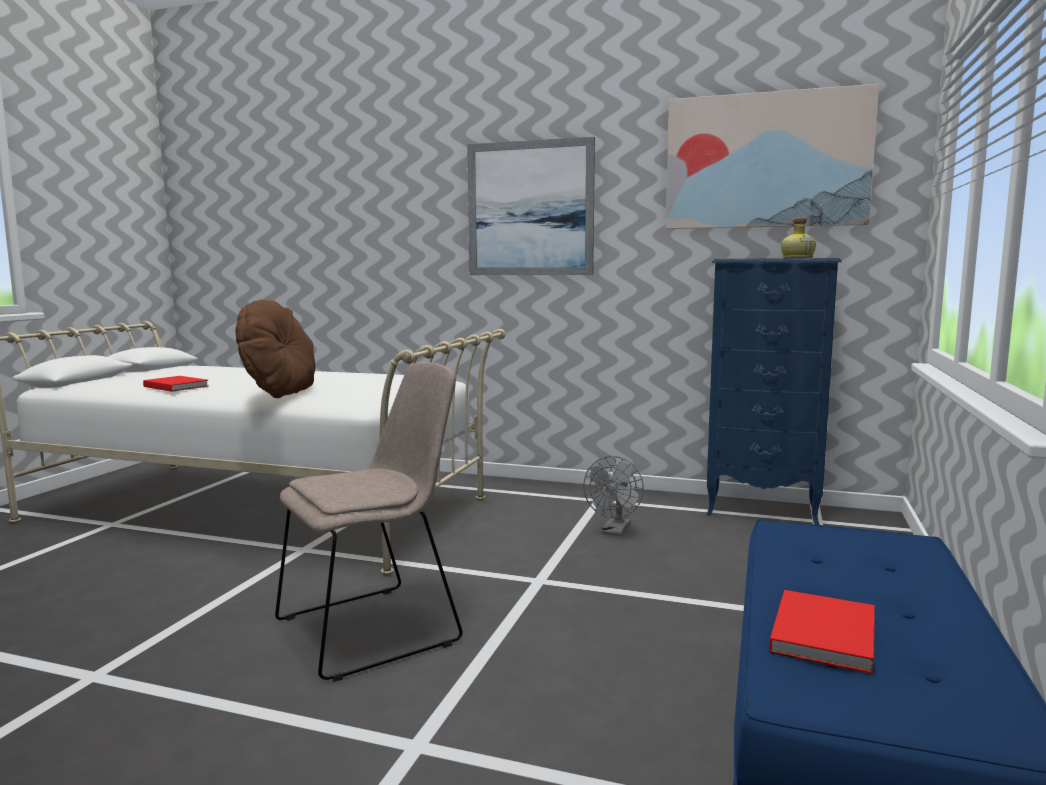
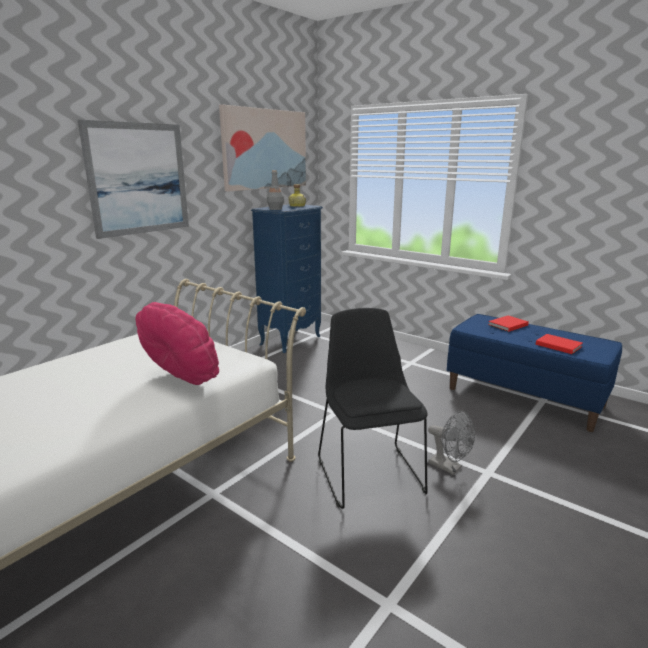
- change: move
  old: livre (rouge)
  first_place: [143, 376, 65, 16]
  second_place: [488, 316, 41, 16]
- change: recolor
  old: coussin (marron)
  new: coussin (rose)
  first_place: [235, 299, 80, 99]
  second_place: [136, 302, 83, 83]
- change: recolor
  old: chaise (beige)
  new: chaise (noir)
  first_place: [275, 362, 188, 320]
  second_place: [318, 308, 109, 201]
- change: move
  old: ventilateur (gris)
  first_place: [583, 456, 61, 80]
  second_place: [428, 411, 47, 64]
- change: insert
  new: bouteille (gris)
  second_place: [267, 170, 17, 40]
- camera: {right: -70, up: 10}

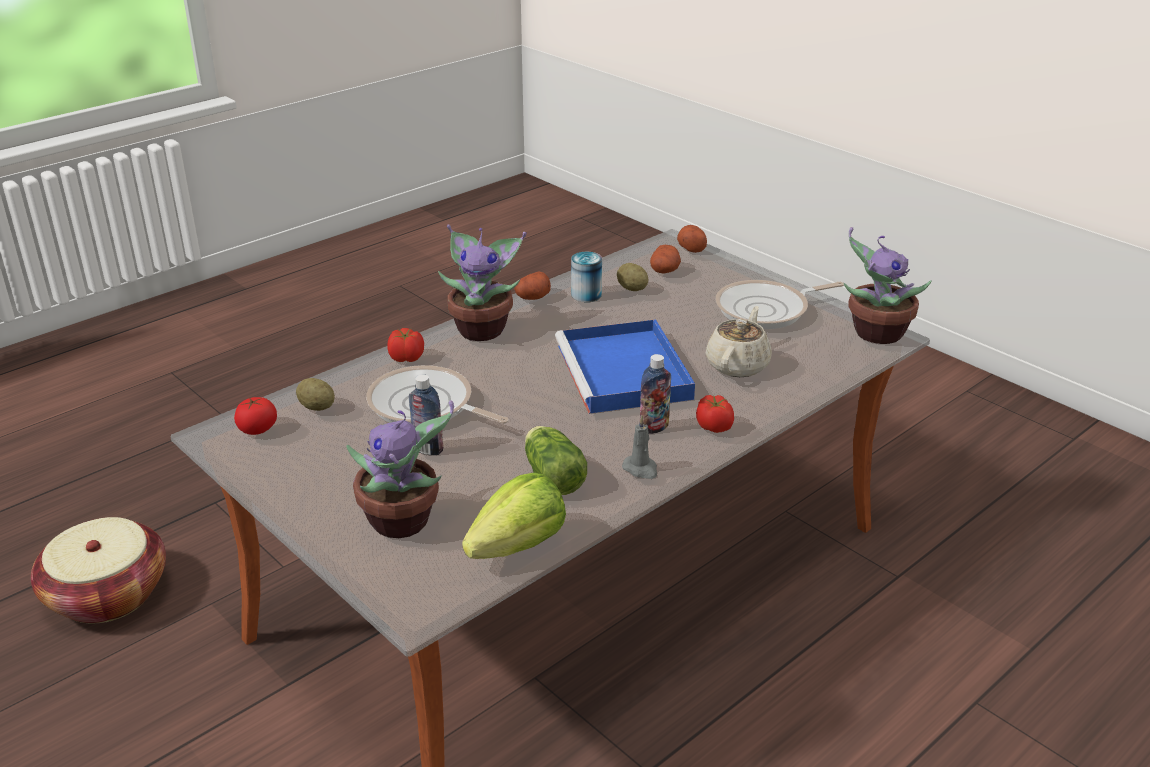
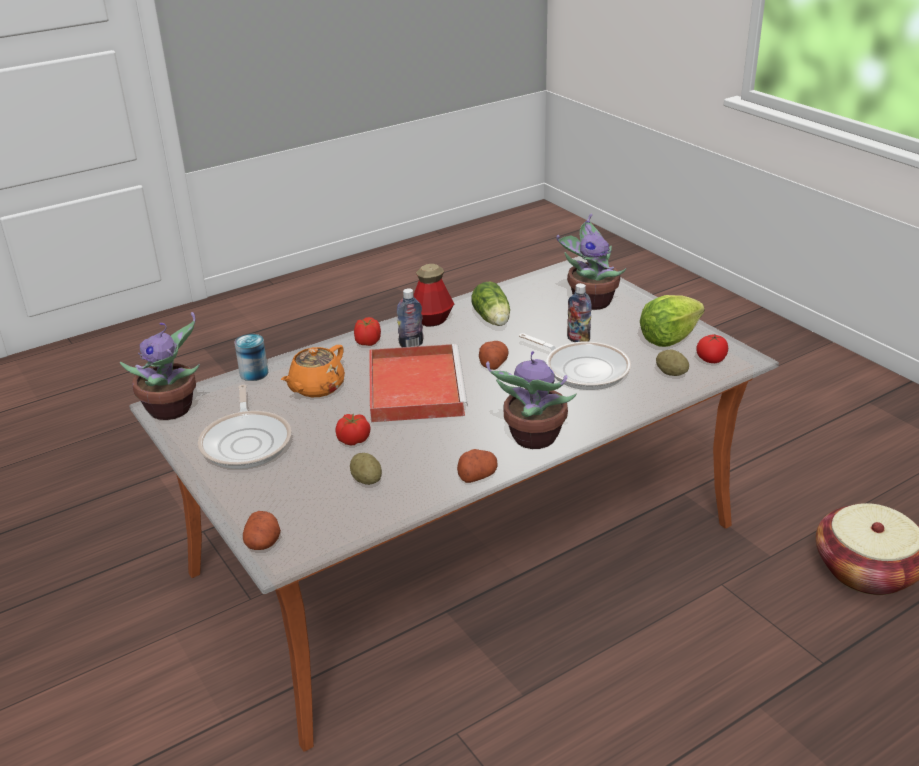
- change: move
  old: tomate
  first_place: [387, 328, 37, 34]
  second_place: [336, 413, 34, 32]
- change: move
  old: laitue
  first_place: [462, 473, 104, 86]
  second_place: [640, 295, 65, 52]
- change: recolor
  old: plateau (bleu)
  new: plateau (rouge)
  first_place: [555, 319, 140, 95]
  second_place: [369, 344, 99, 78]
- change: move
  old: boîte métallique
  first_place: [571, 252, 31, 50]
  second_place: [235, 334, 33, 47]
- change: replace
  old: bougie (gris)
  new: bouteille
  first_place: [622, 416, 35, 63]
  second_place: [414, 264, 40, 62]
- change: move
  old: pomme de terre
  first_place: [650, 245, 31, 29]
  second_place: [479, 341, 30, 29]
- change: recolor
  old: théière (beige)
  new: théière (orange)
  first_place: [705, 306, 67, 71]
  second_place: [281, 345, 64, 52]
- change: rotate
  old: poêle
  first_place: [716, 280, 128, 49]
  second_place: [198, 385, 94, 84]
  degrees: 90
- camera: {right: -170, up: 0}

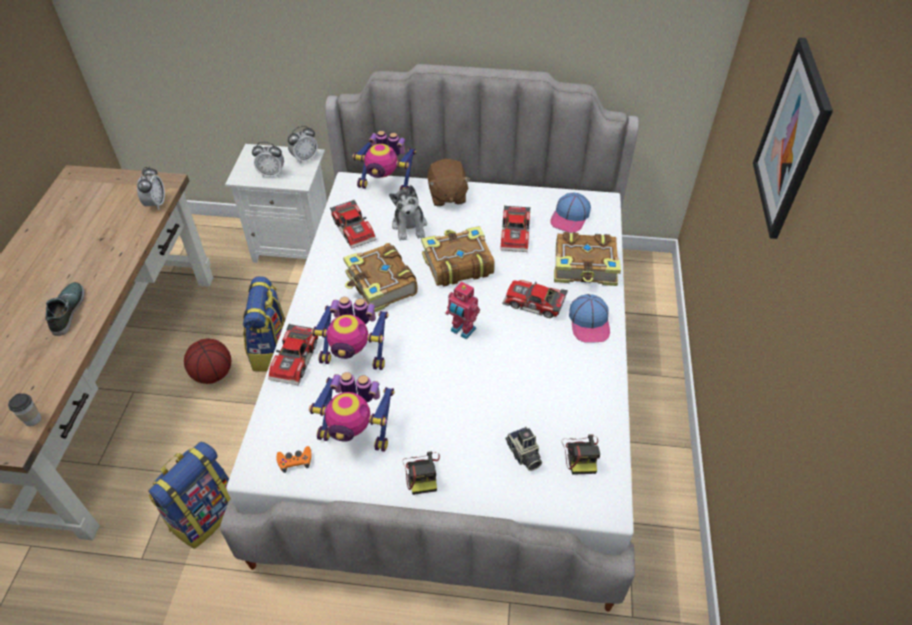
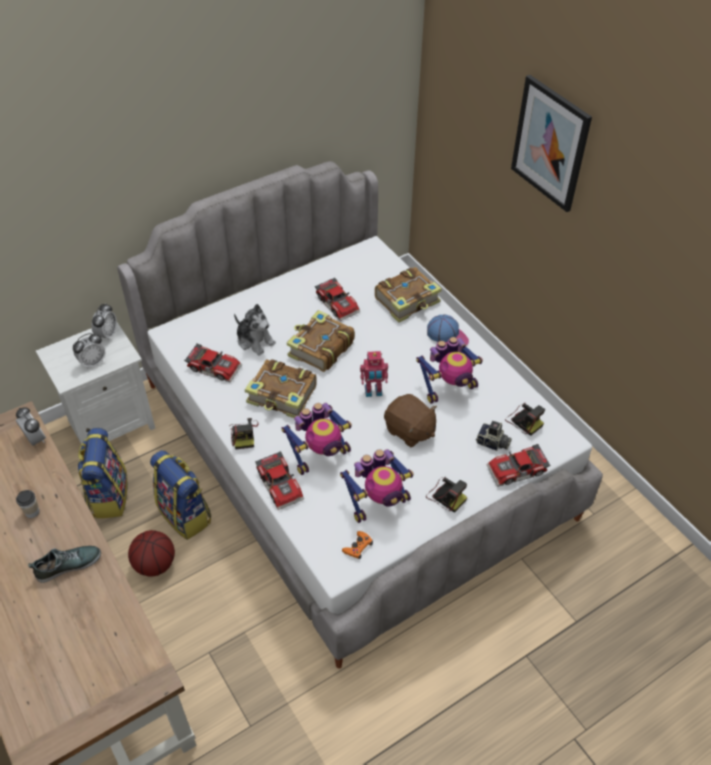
- change: move
  old: tasse
  first_place: [8, 393, 33, 33]
  second_place: [16, 490, 23, 28]
- change: rotate
  old: chaussure
  first_place: [45, 282, 40, 54]
  second_place: [28, 546, 73, 37]
  degrees: 105
- change: move
  old: sac à dos
  first_place: [148, 441, 83, 108]
  second_place: [78, 428, 49, 90]
- change: move
  old: robot jouet
  first_place: [353, 131, 63, 59]
  second_place: [416, 337, 67, 67]
- change: move
  old: peluche (marron)
  first_place: [428, 159, 43, 47]
  second_place: [384, 394, 53, 53]
- change: move
  old: petite voiture
  first_place: [502, 280, 66, 38]
  second_place: [486, 444, 65, 43]
- change: delete
  old: casquette
  first_place: [550, 193, 41, 40]
- change: insert
  new: appareil photo
  second_place: [229, 418, 30, 31]
- camera: {right: -40, up: 0}

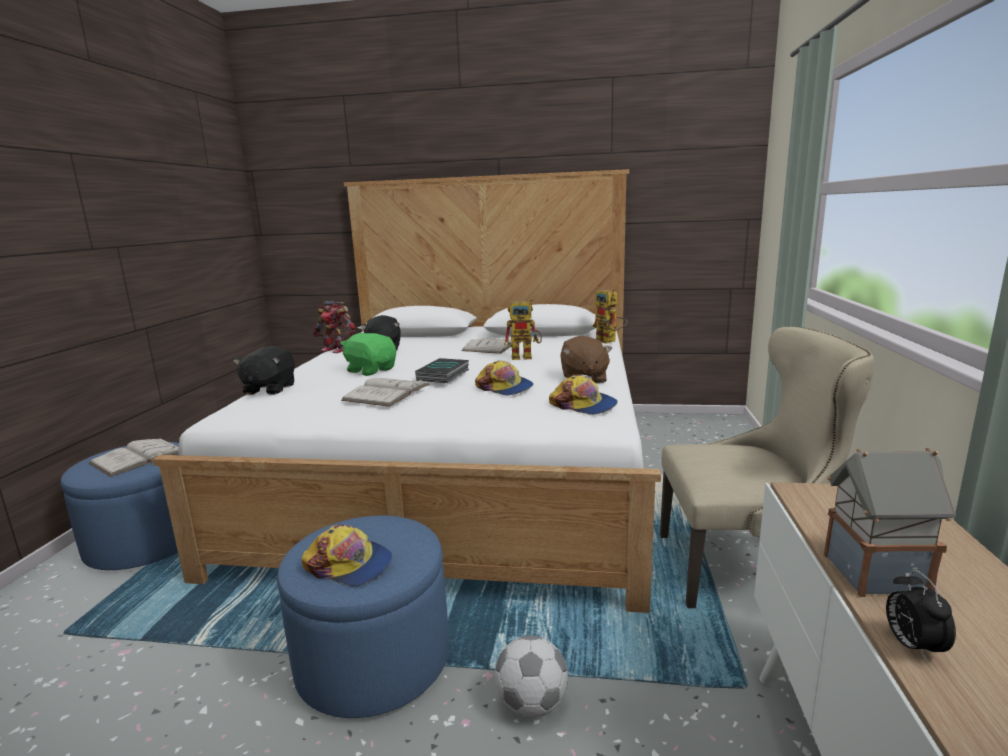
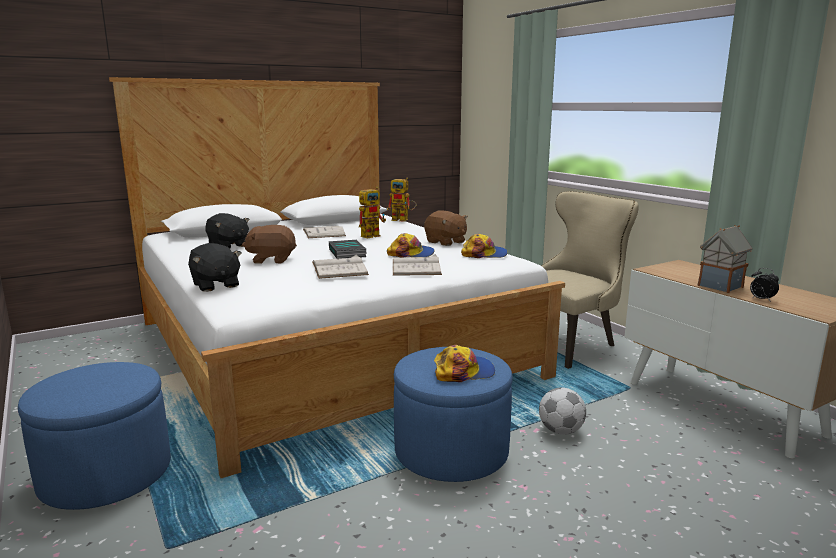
- change: move
  old: livre (blanc)
  first_place: [88, 439, 91, 38]
  second_place: [393, 254, 49, 22]
- change: delete
  old: robot jouet
  first_place: [312, 301, 44, 52]
- change: recolor
  old: peluche (vert)
  new: peluche (marron)
  first_place: [340, 333, 56, 43]
  second_place: [242, 225, 55, 38]
- camera: {right: -40, up: 0}

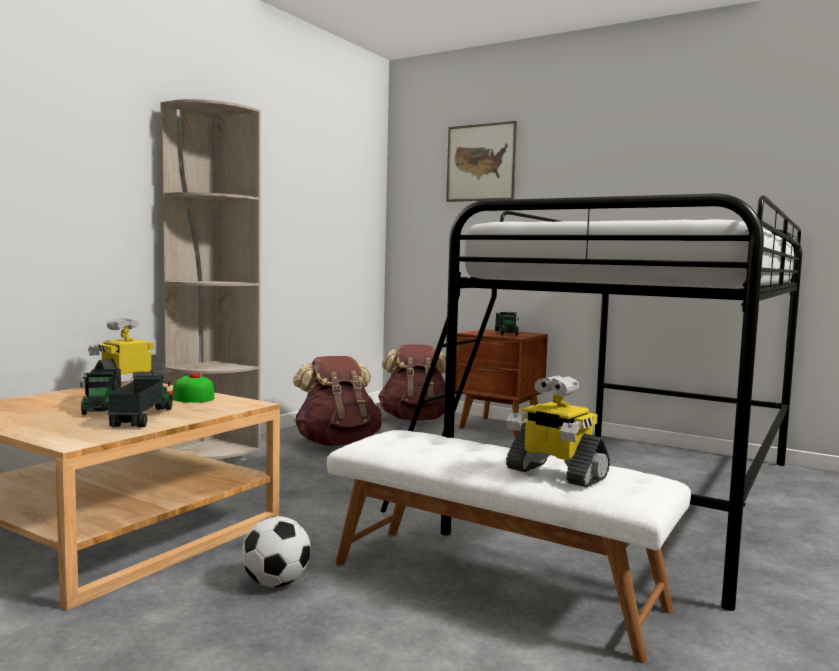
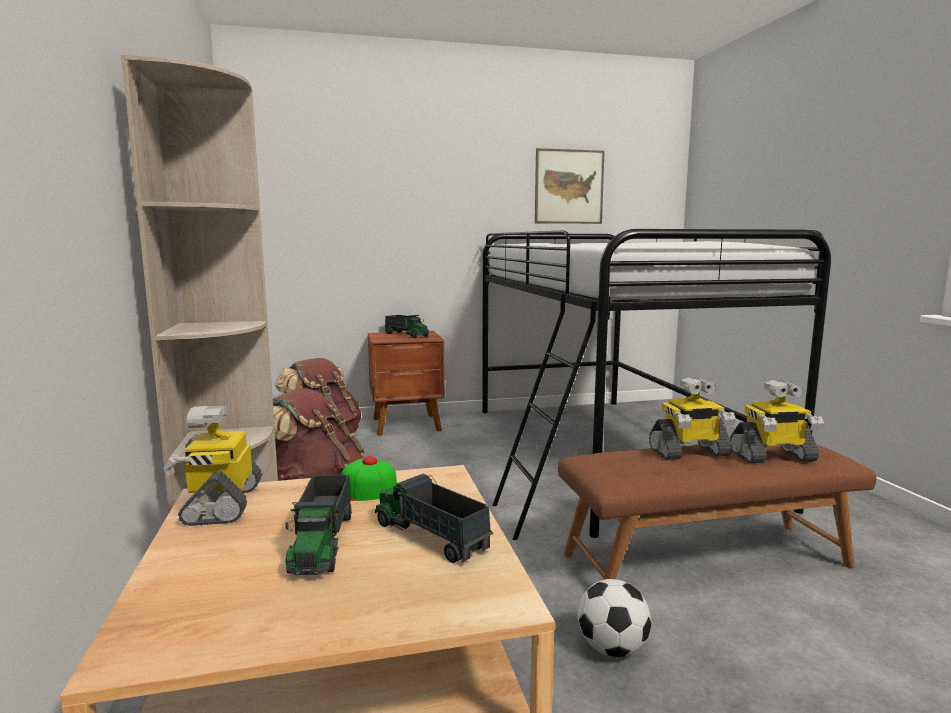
- change: rotate
  old: camion jouet
  first_place: [80, 369, 41, 46]
  second_place: [285, 475, 67, 100]
  degrees: 60
- change: recolor
  old: banc (blanc)
  new: banc (marron)
  first_place: [327, 430, 364, 233]
  second_place: [558, 444, 319, 136]
- change: move
  old: tableau
  first_place: [446, 121, 71, 81]
  second_place: [535, 148, 70, 76]
- change: insert
  new: robot jouet
  second_place: [649, 377, 87, 82]
- camera: {right: -45, up: 5}

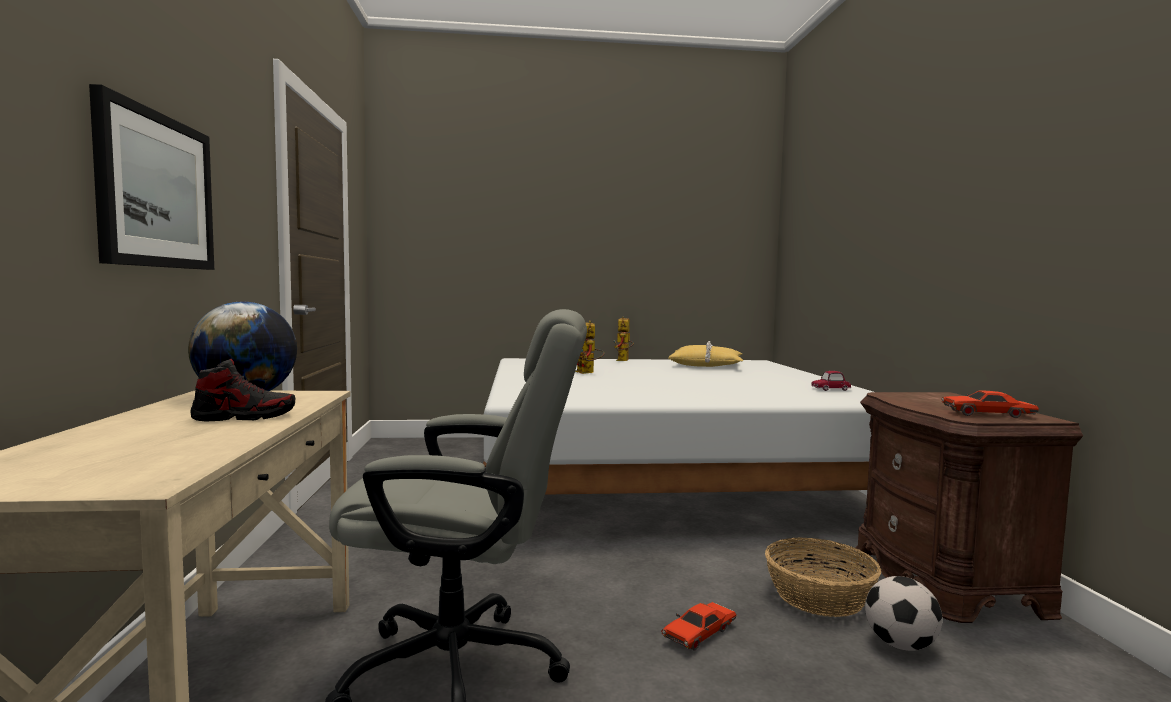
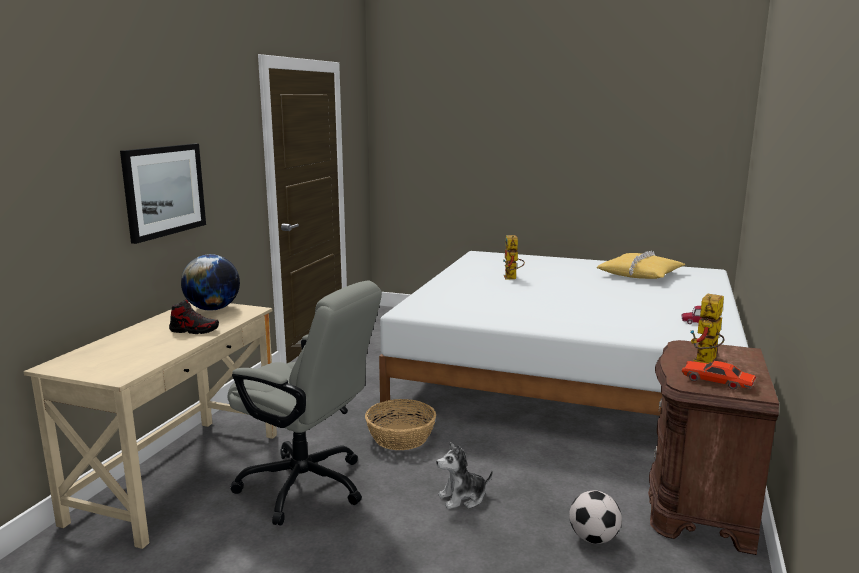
- change: move
  old: robot jouet
  first_place: [613, 317, 21, 44]
  second_place: [690, 294, 35, 70]
- change: replace
  old: petite voiture (rouge)
  new: peluche
  first_place: [661, 602, 76, 49]
  second_place: [436, 442, 57, 67]
- change: move
  old: panier
  first_place: [765, 537, 116, 80]
  second_place: [365, 399, 71, 51]
- camera: {right: 25, up: 10}

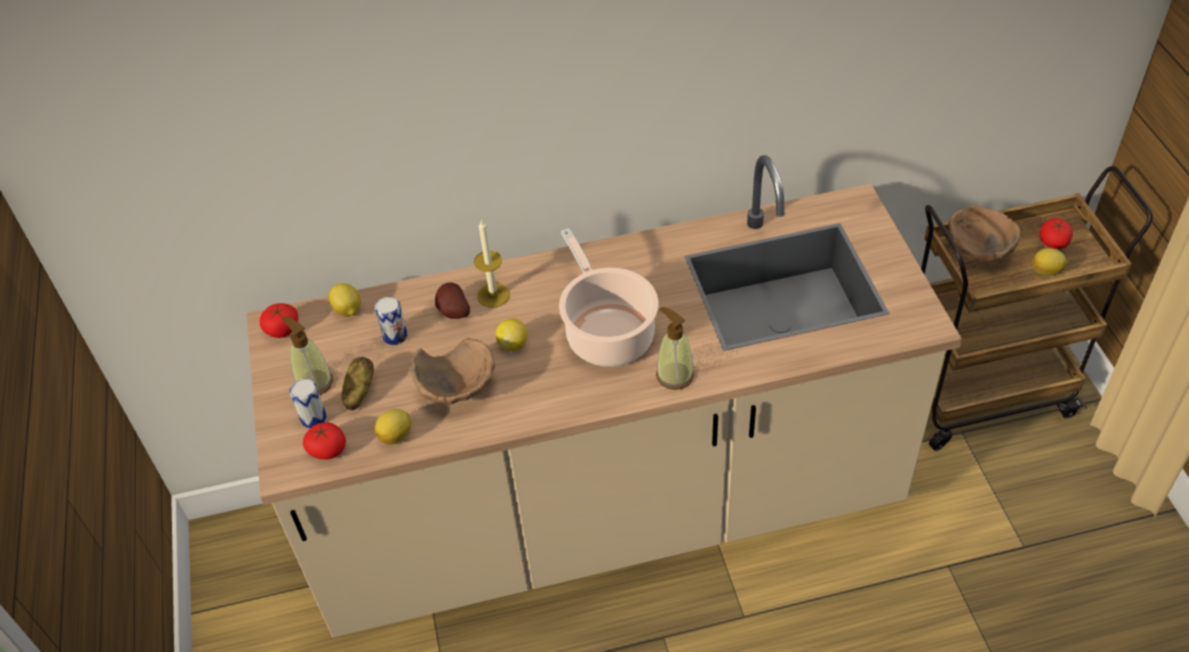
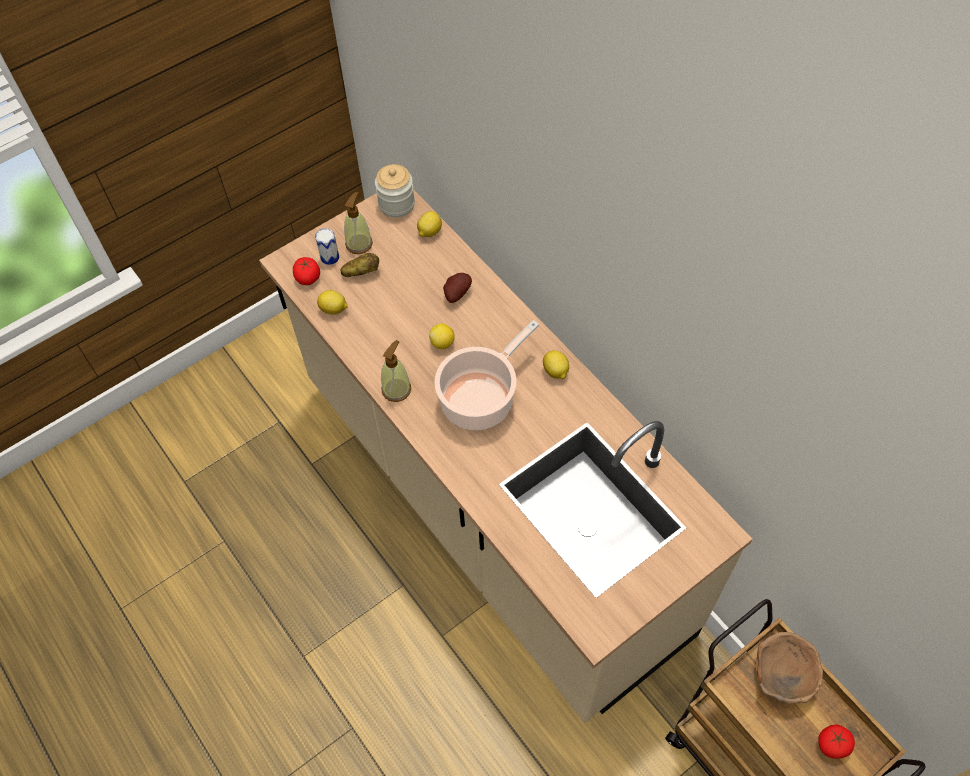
- change: replace
  old: tomate
  new: bocal
  first_place: [260, 303, 38, 35]
  second_place: [375, 164, 40, 54]
- change: delete
  old: boîte métallique
  first_place: [375, 297, 32, 48]
- change: delete
  old: bol (marron)
  first_place: [411, 338, 84, 67]
- change: delete
  old: bougie
  first_place: [474, 220, 36, 88]
- change: move
  old: distributeur de savon
  first_place: [656, 307, 38, 83]
  second_place: [381, 340, 30, 62]
- change: move
  old: citron
  first_place: [1032, 248, 35, 28]
  second_place: [543, 350, 26, 29]
- camera: {right: 65, up: 10}

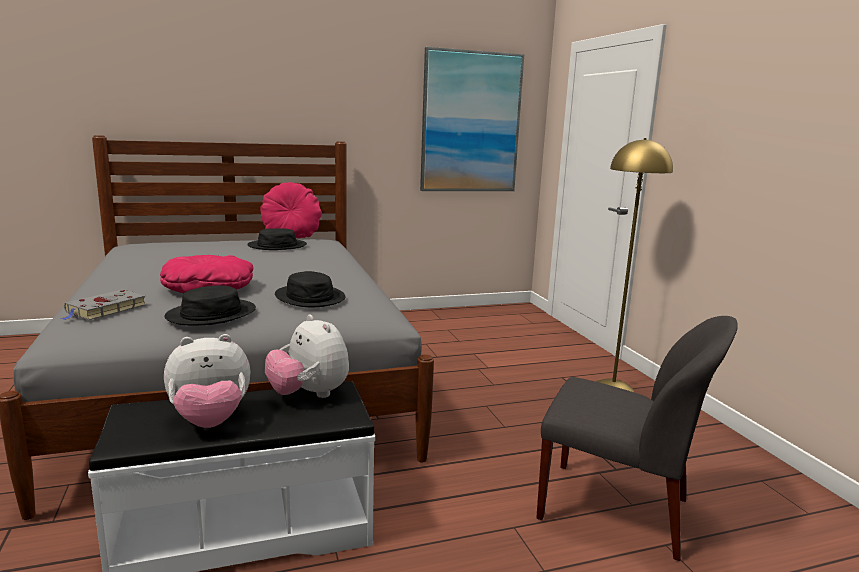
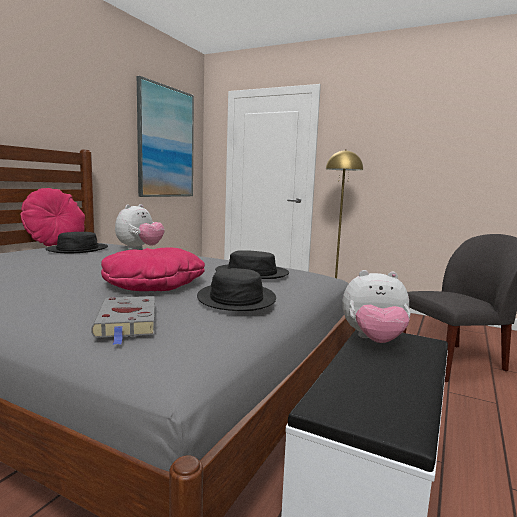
- change: move
  old: peluche
  first_place: [164, 334, 86, 94]
  second_place: [115, 204, 50, 46]
- camera: {right: -45, up: -5}

